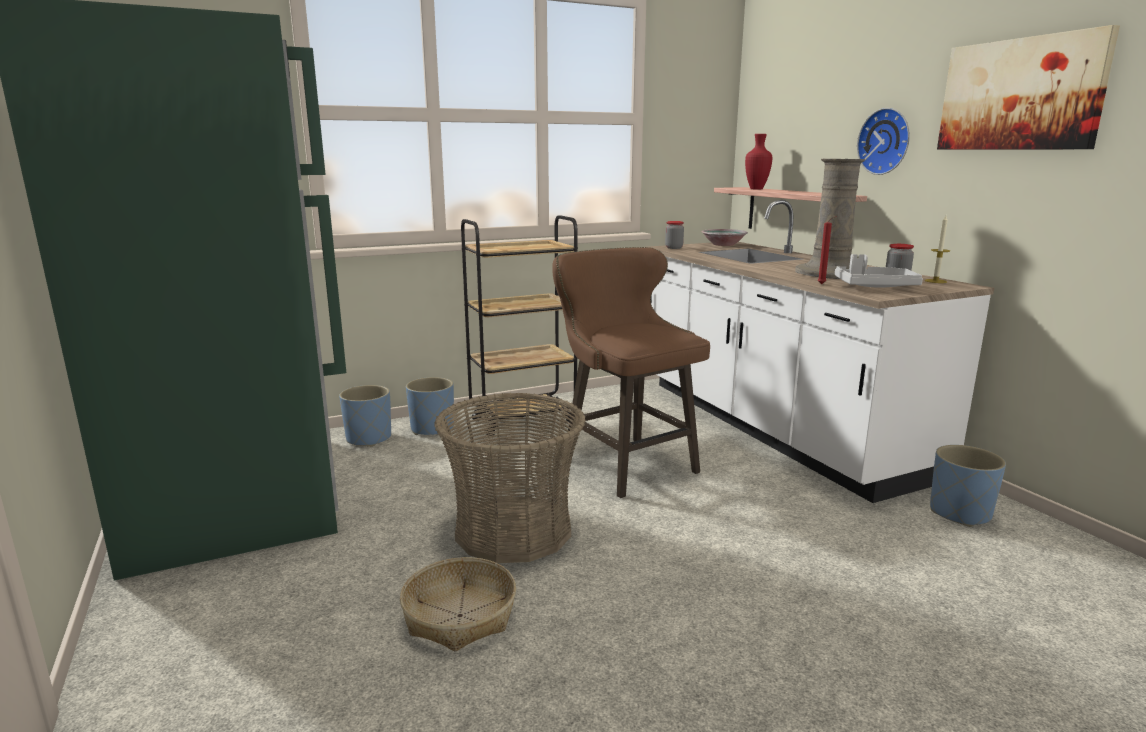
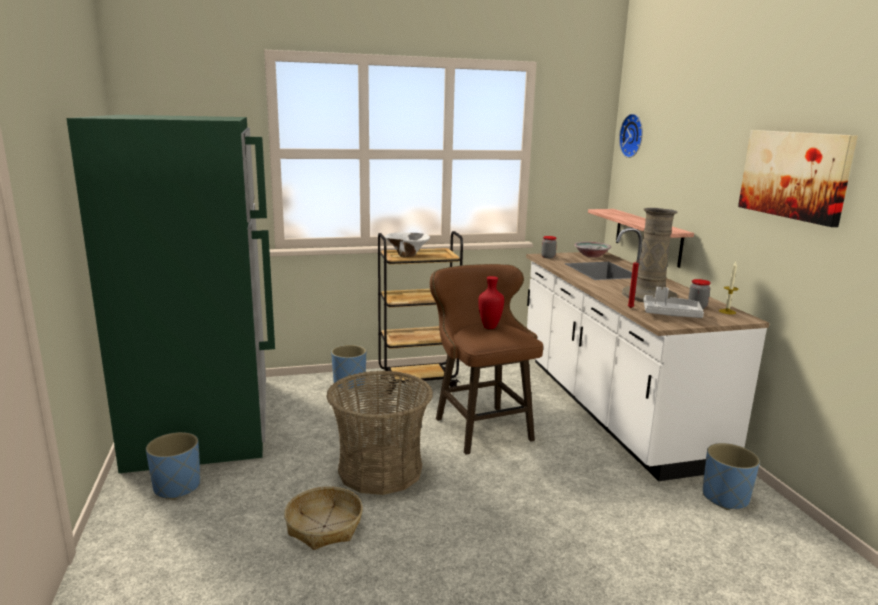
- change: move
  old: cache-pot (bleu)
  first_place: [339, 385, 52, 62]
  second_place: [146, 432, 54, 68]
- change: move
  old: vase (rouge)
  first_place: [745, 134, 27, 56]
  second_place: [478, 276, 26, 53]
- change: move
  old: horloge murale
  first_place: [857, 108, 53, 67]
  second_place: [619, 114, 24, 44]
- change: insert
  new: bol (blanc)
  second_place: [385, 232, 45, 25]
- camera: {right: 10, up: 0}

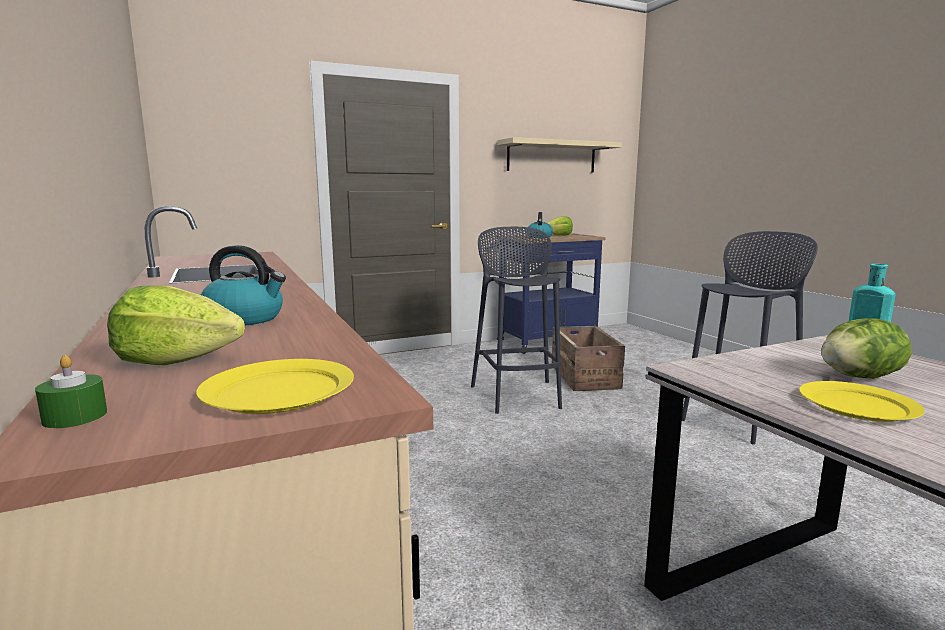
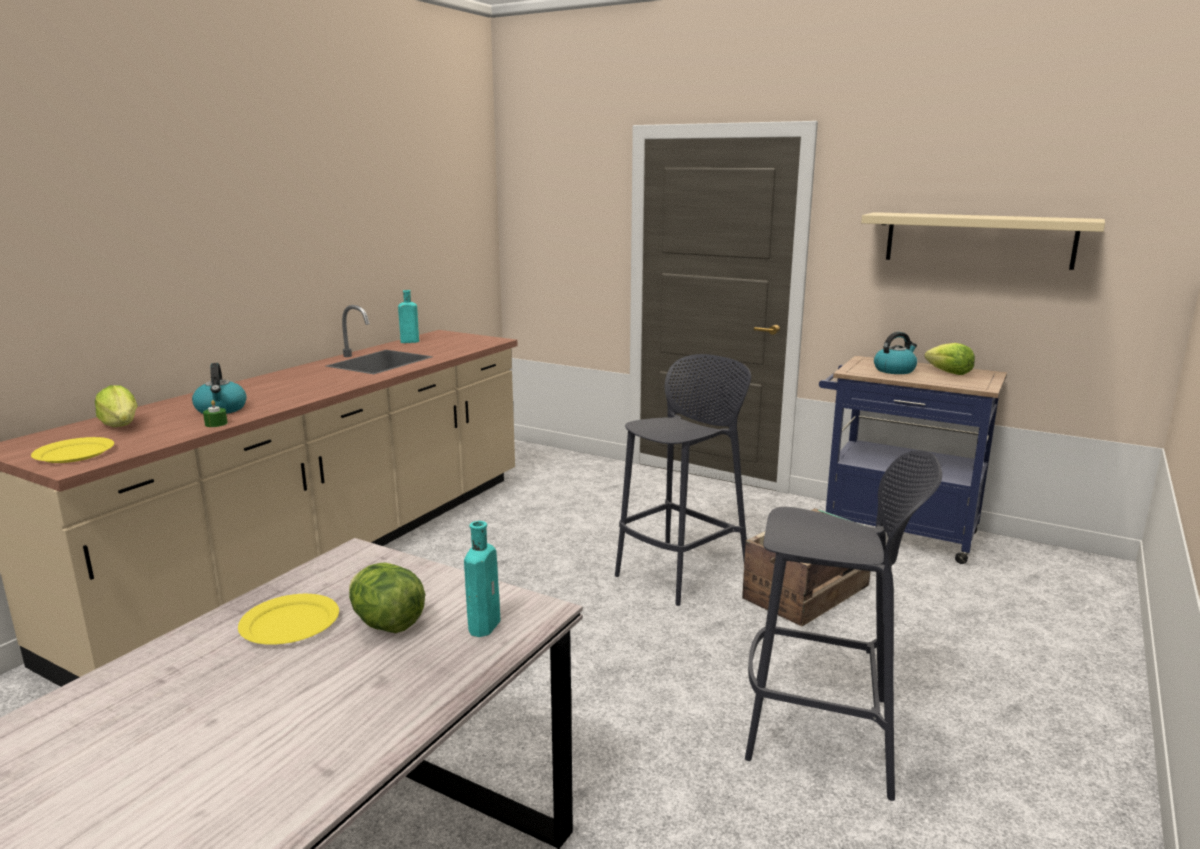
- change: move
  old: bougie (vert)
  first_place: [35, 355, 72, 73]
  second_place: [203, 400, 25, 27]
- change: insert
  new: bouteille (turquoise)
  second_place: [398, 290, 21, 53]
- camera: {right: 55, up: 5}

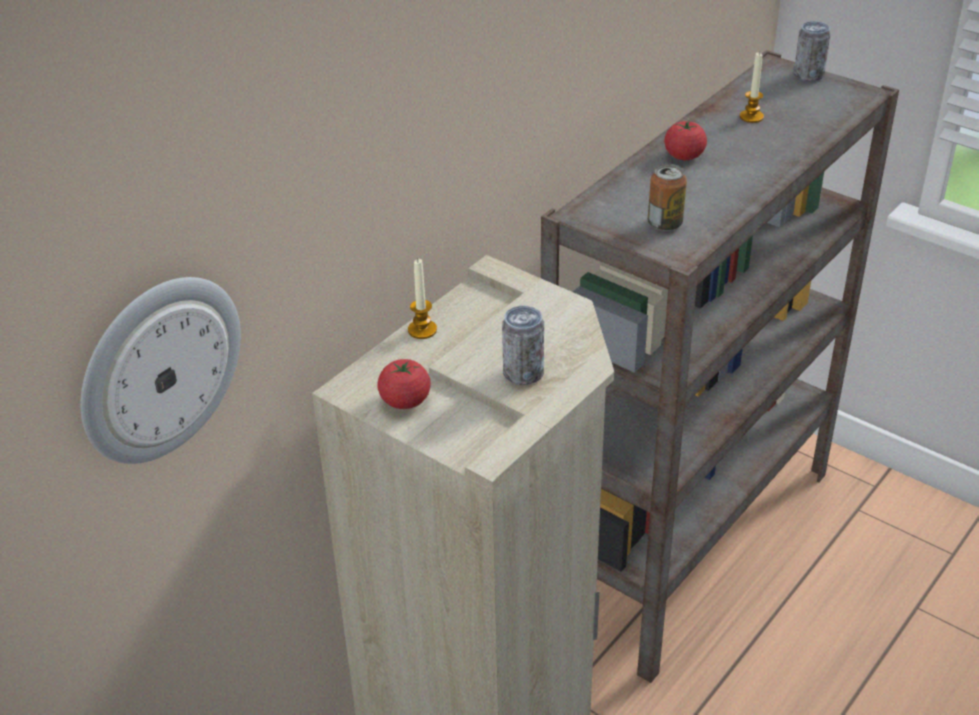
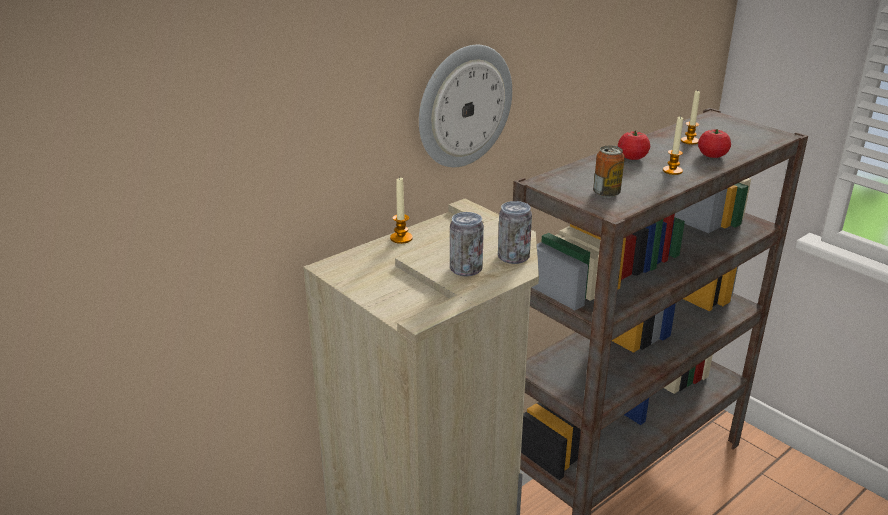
- change: move
  old: horloge murale
  first_place: [80, 277, 161, 187]
  second_place: [419, 45, 93, 122]
- change: move
  old: tomate
  first_place: [377, 359, 54, 50]
  second_place: [698, 129, 33, 29]
- change: move
  old: boîte métallique
  first_place: [794, 21, 36, 61]
  second_place: [498, 201, 34, 63]
- change: insert
  new: bougie
  second_place: [663, 116, 20, 59]
- camera: {right: 10, up: -10}

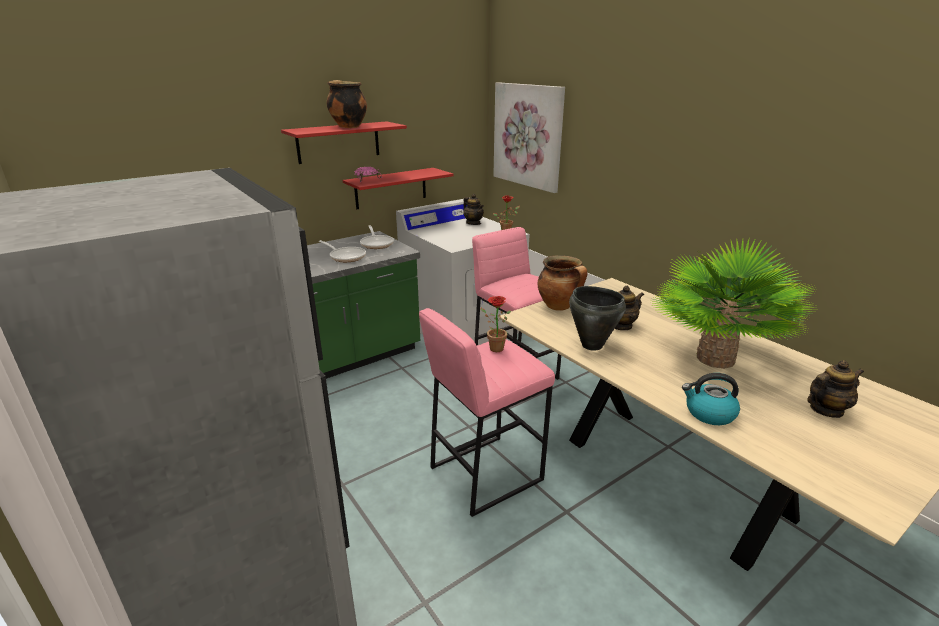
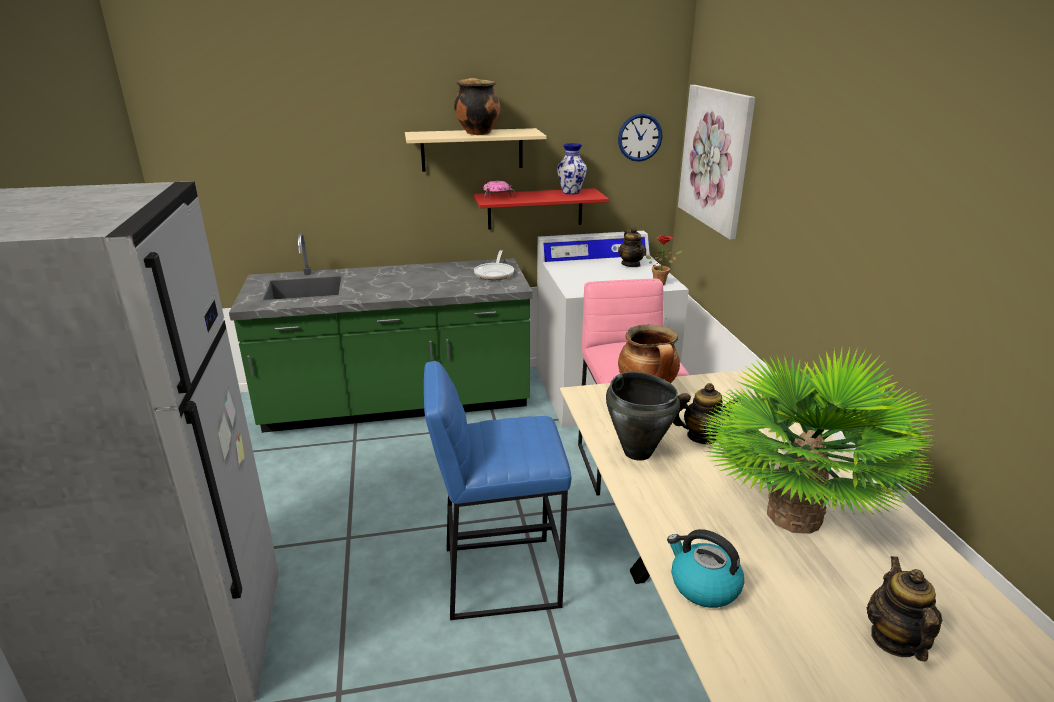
- change: recolor
  old: étagère (rouge)
  new: étagère (beige)
  first_place: [281, 121, 126, 43]
  second_place: [405, 128, 141, 44]
- change: delete
  old: poêle
  first_place: [319, 240, 47, 22]
- change: recolor
  old: tabouret (rose)
  new: tabouret (bleu)
  first_place: [419, 308, 136, 209]
  second_place: [424, 361, 147, 259]
- change: delete
  old: plante en pot
  first_place: [480, 296, 31, 56]
- change: rotate
  old: théière
  first_place: [807, 360, 57, 58]
  second_place: [867, 556, 75, 105]
  degrees: -90
- change: insert
  new: vase
  second_place: [557, 143, 30, 51]
- change: insert
  new: horloge murale
  second_place: [618, 114, 44, 48]
- camera: {right: 25, up: 0}

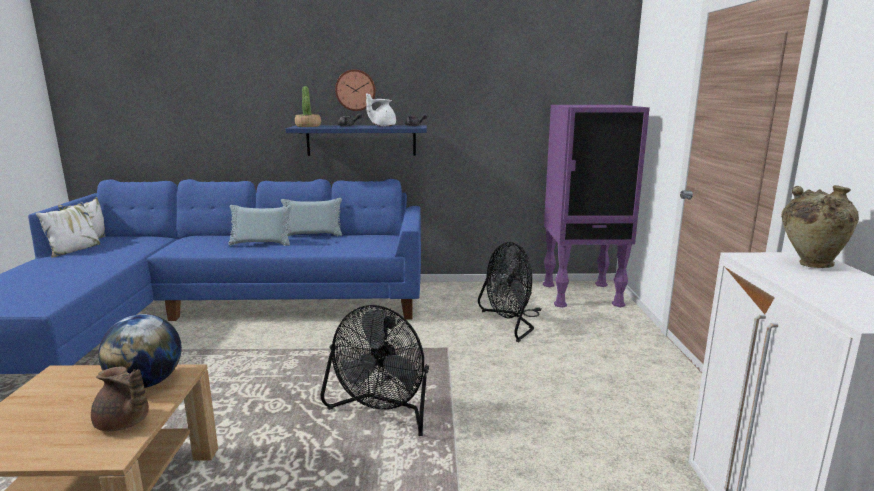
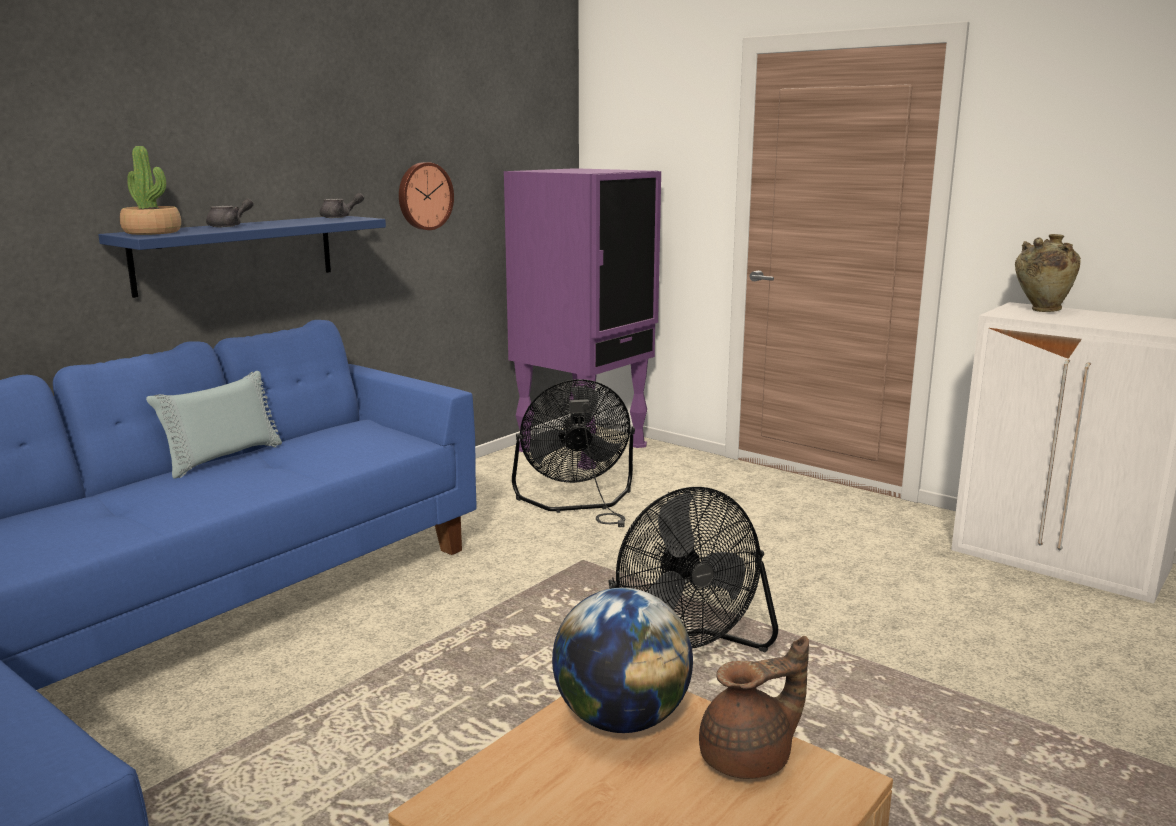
- change: delete
  old: coussin (bleu)
  first_place: [228, 205, 64, 41]
- change: move
  old: horloge murale
  first_place: [335, 70, 41, 41]
  second_place: [399, 162, 55, 68]
- change: delete
  old: théière (blanc)
  first_place: [366, 93, 30, 33]
- change: rotate
  old: ventilateur (noir)
  first_place: [478, 242, 64, 100]
  second_place: [512, 379, 123, 148]
  degrees: 150
- camera: {right: -50, up: 0}

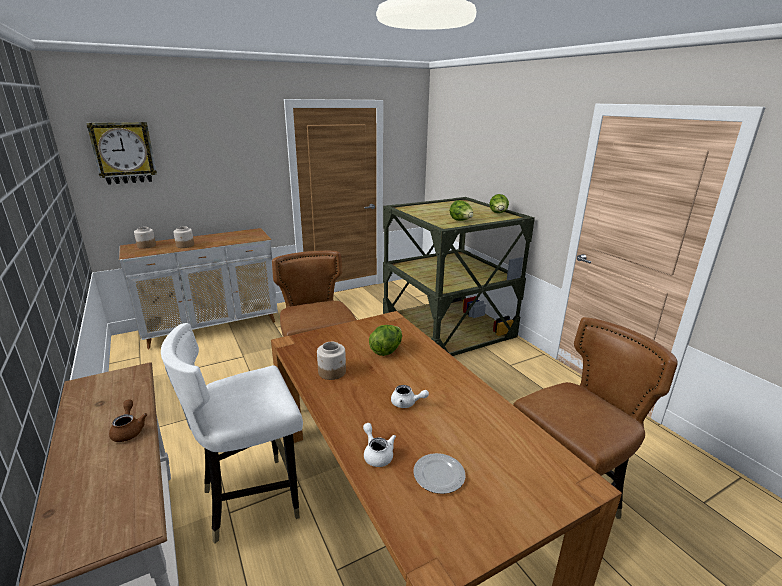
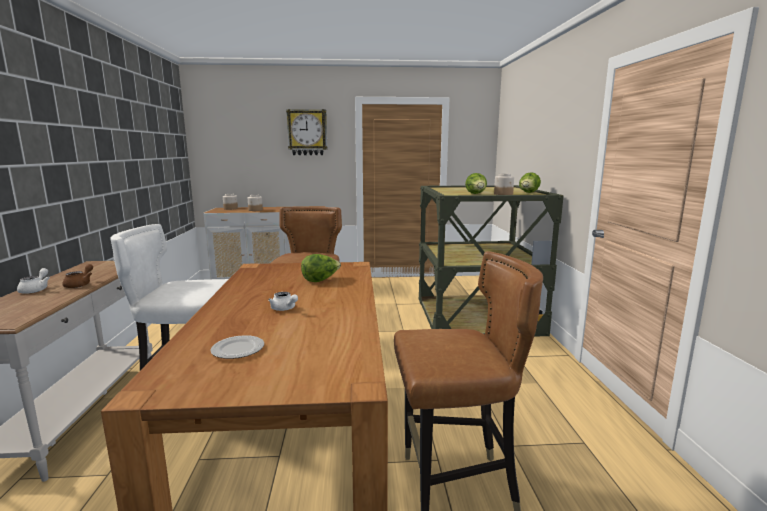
- change: move
  old: horloge murale
  first_place: [86, 122, 71, 63]
  second_place: [286, 109, 41, 46]
- change: move
  old: bocal
  first_place: [317, 342, 29, 38]
  second_place: [494, 174, 20, 21]
- change: move
  old: théière (blanc)
  first_place: [363, 423, 33, 44]
  second_place: [17, 268, 33, 26]
- camera: {right: 25, up: -10}

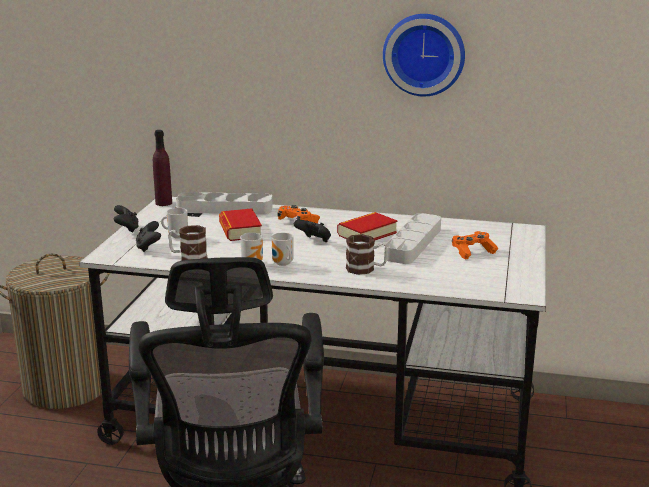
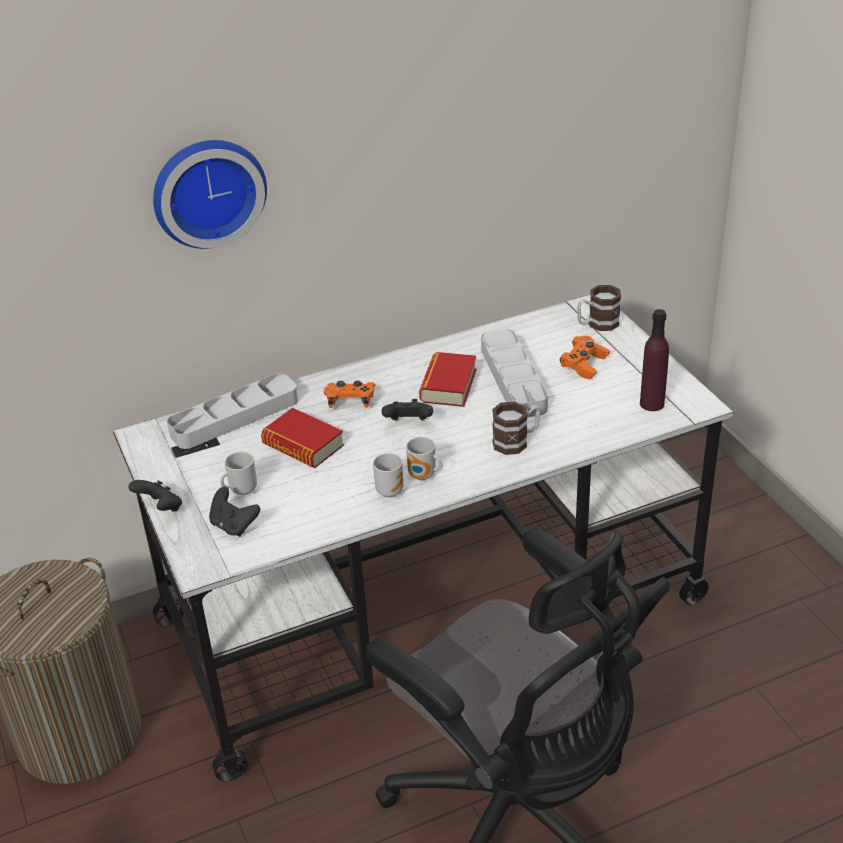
- change: move
  old: bouteille (violet)
  first_place: [153, 130, 19, 76]
  second_place: [640, 309, 29, 102]
- change: move
  old: mug
  first_place: [168, 225, 39, 36]
  second_place: [577, 285, 44, 46]
- change: move
  old: horloge murale
  first_place: [383, 14, 82, 83]
  second_place: [153, 140, 114, 109]
- camera: {right: -35, up: 15}

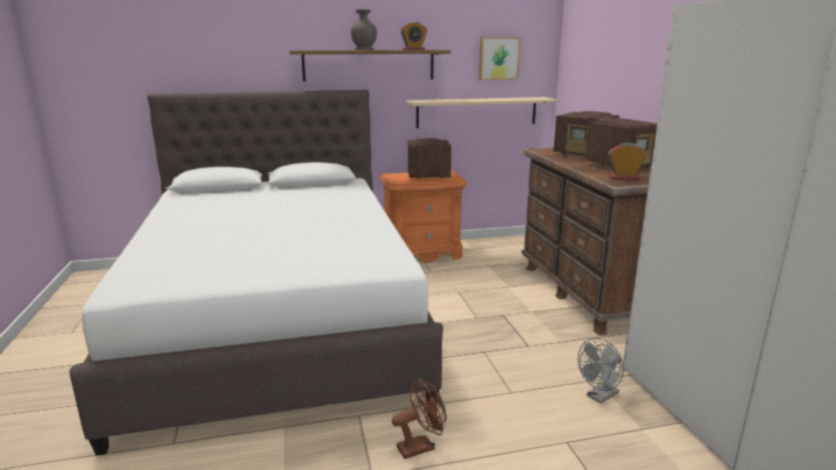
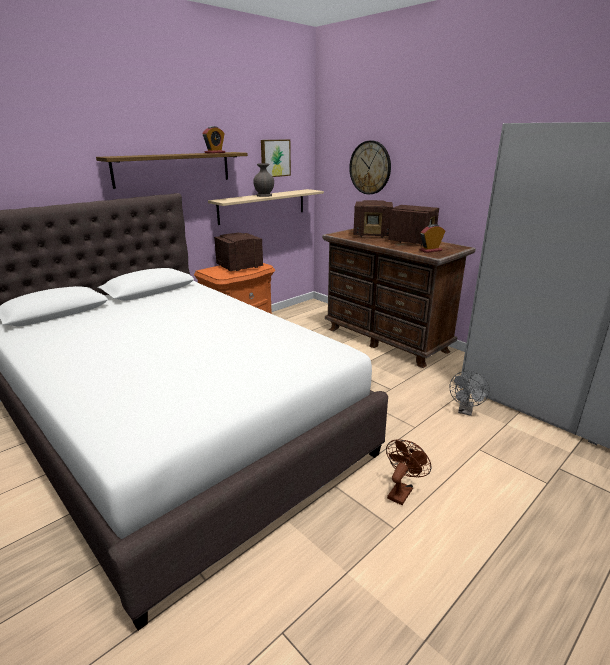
- change: move
  old: vase (gris)
  first_place: [351, 9, 26, 41]
  second_place: [253, 163, 21, 34]
- change: insert
  new: horloge murale
  second_place: [349, 140, 42, 55]
- camera: {right: -30, up: 5}

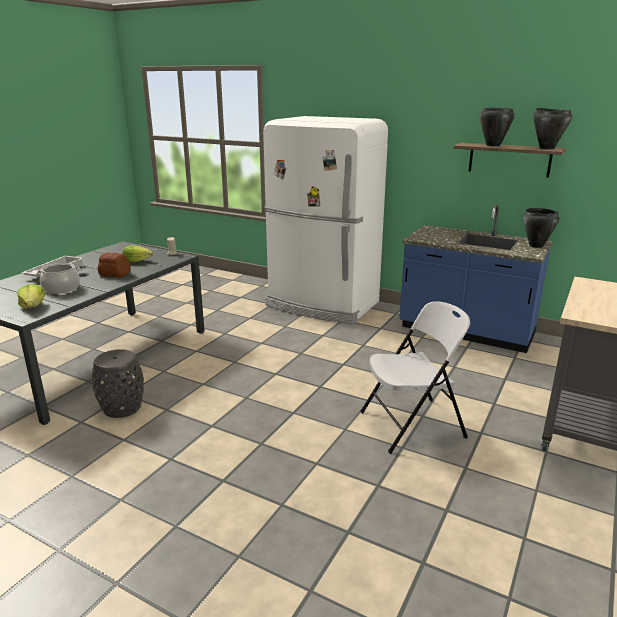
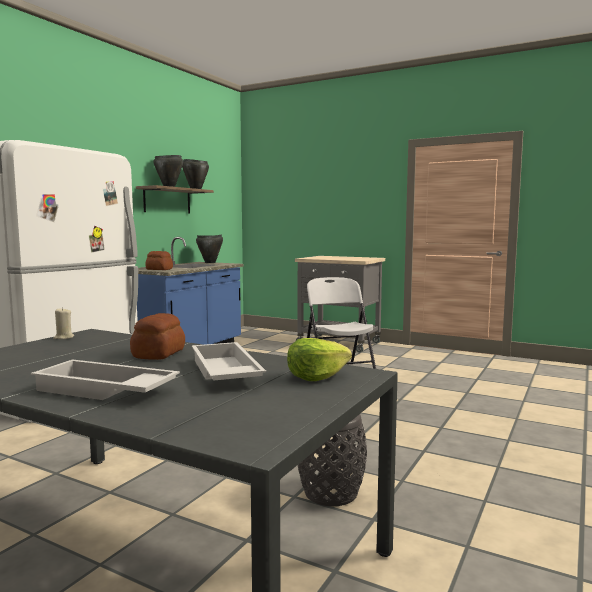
- change: replace
  old: marmite
  new: plateau (blanc)
  first_place: [36, 263, 44, 31]
  second_place: [192, 342, 74, 39]
- change: delete
  old: laitue
  first_place: [122, 245, 31, 17]
- change: insert
  new: pain
  second_place: [146, 251, 27, 19]
- camera: {right: -90, up: -15}

